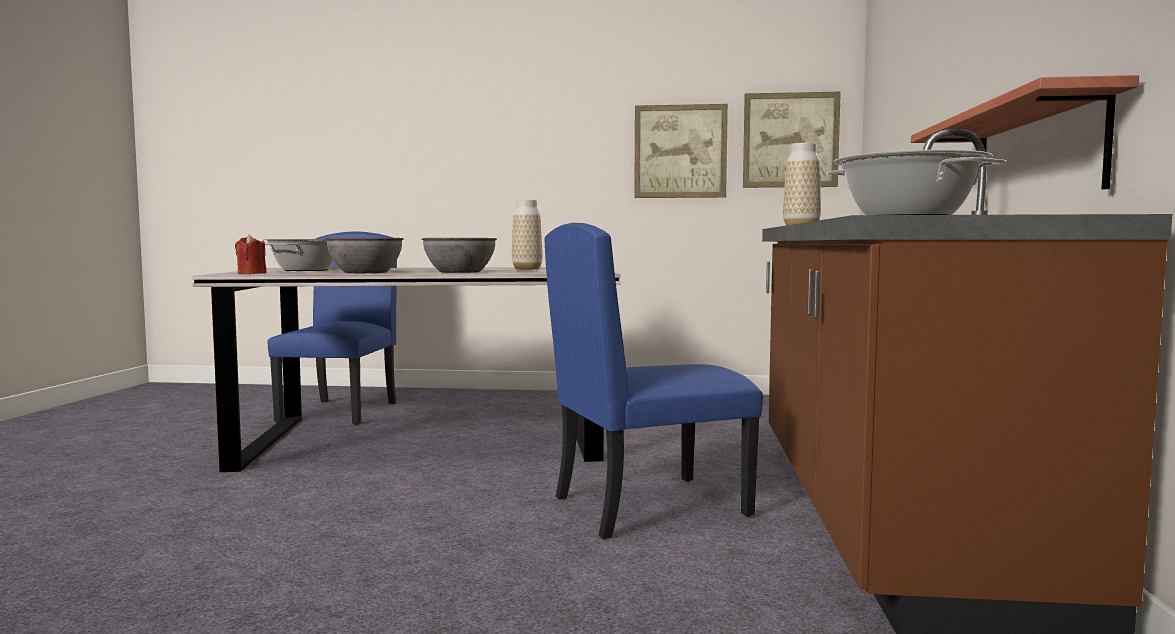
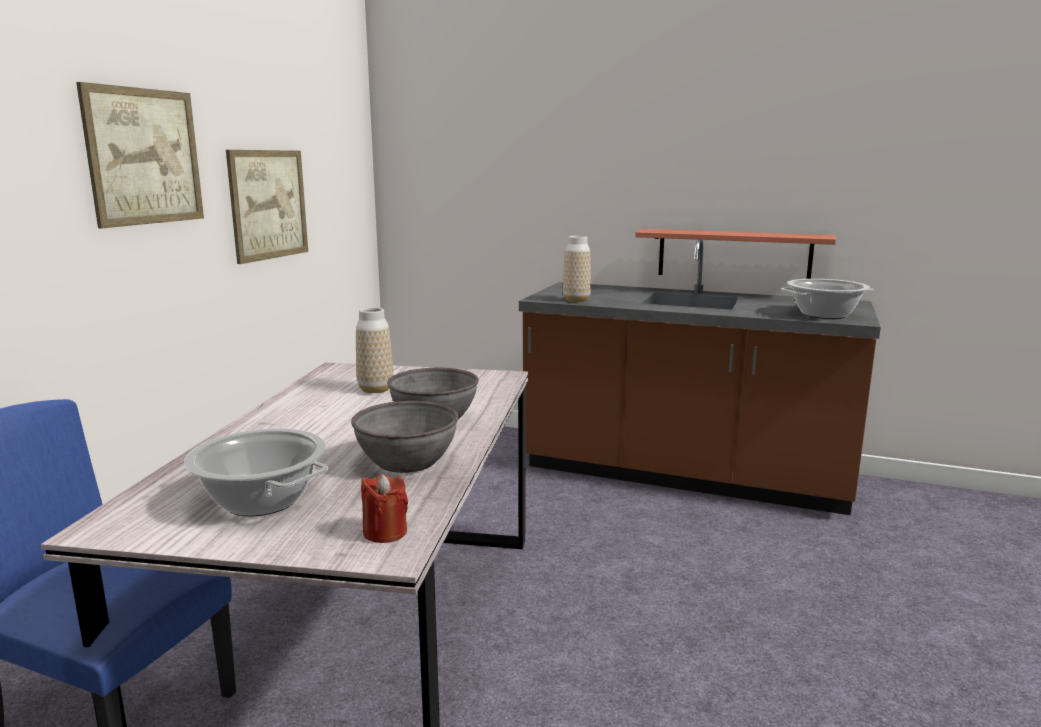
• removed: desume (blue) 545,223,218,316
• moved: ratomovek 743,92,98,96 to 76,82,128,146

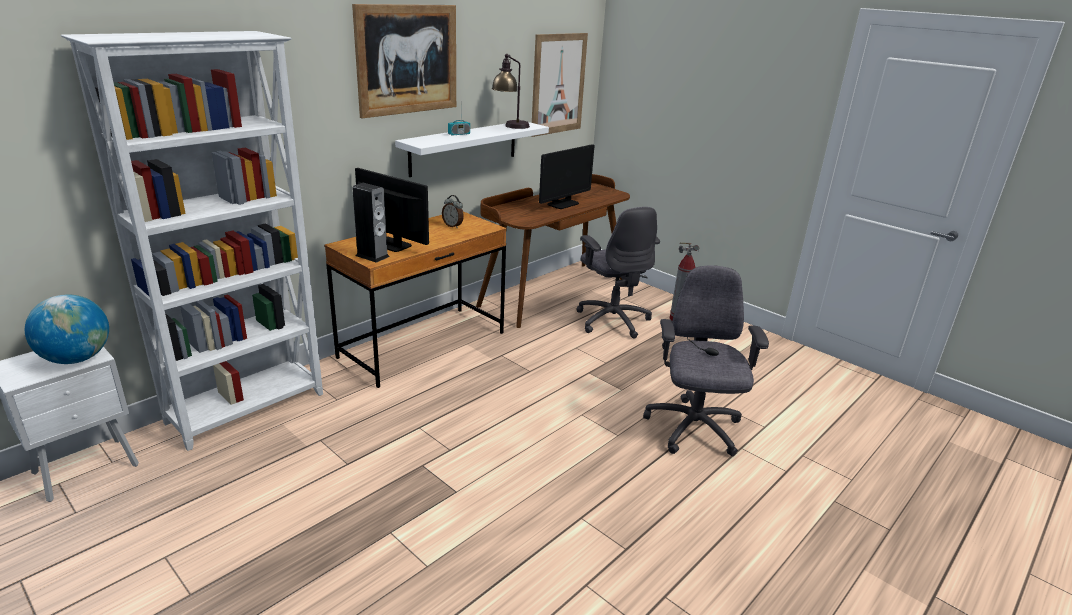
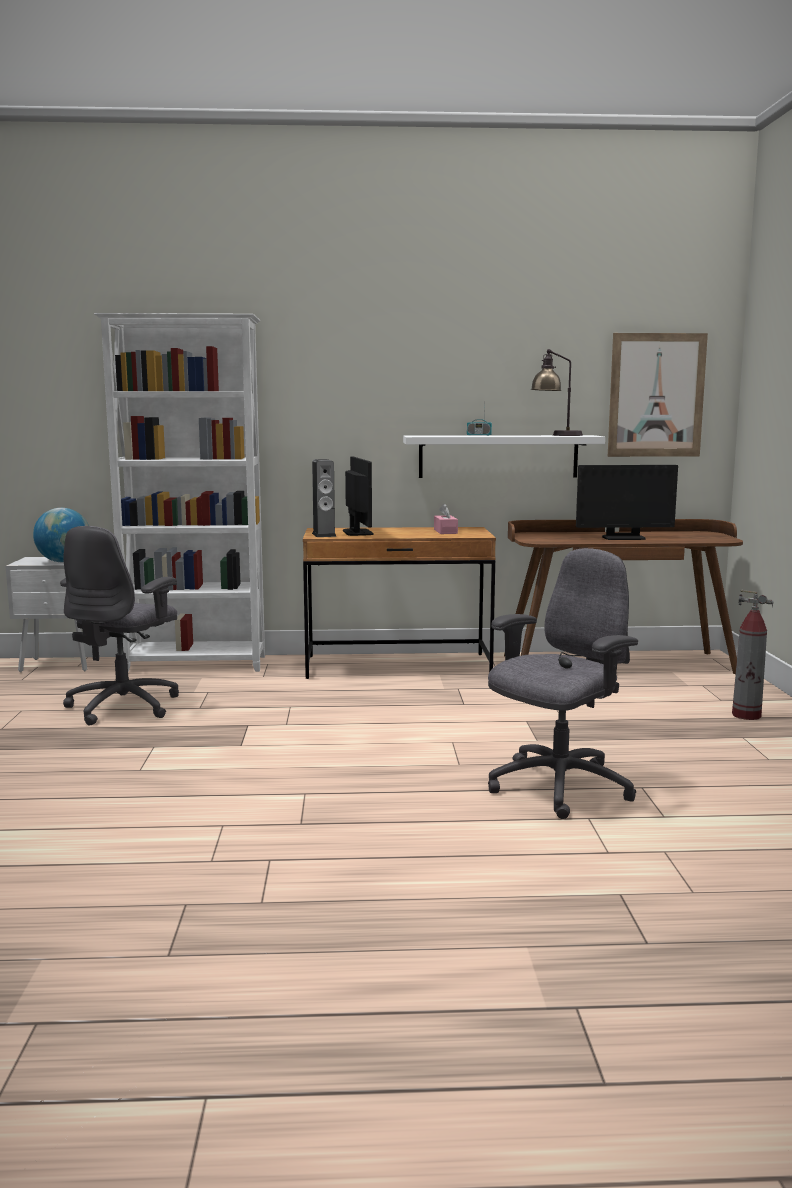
• removed: ratomovek 352,4,104,114
• moved: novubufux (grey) 576,207,84,131 to 60,526,119,200
• replaced: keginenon 442,195,22,33 to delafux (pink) 434,503,24,31

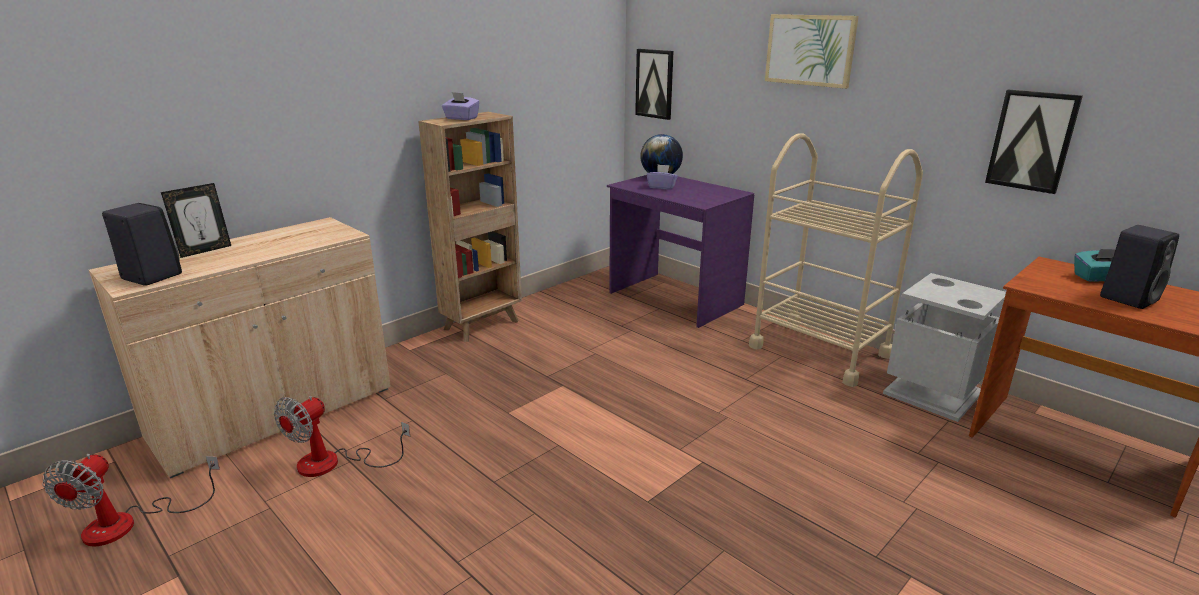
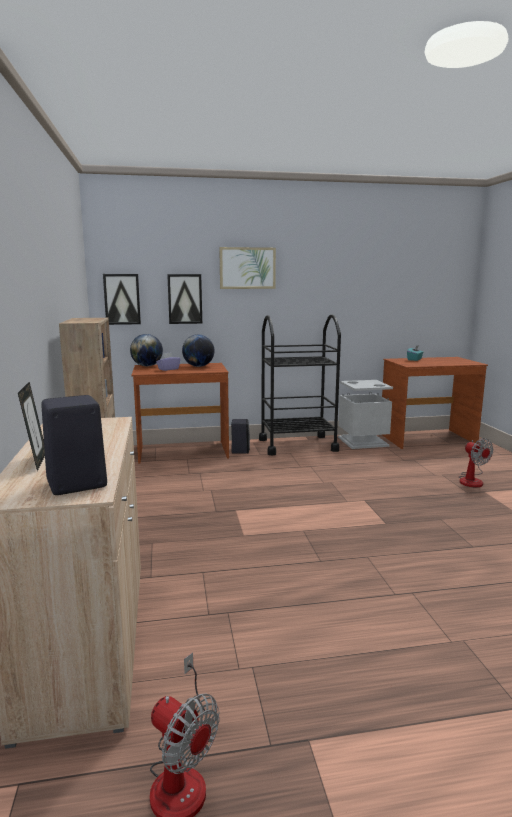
• removed: delafux (purple) 442,92,38,28
• added: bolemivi 182,334,33,33
• moved: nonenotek 274,396,136,81 to 459,438,35,49
• moved: ratomovek 985,89,98,105 to 167,274,35,50
• moved: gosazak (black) 1100,225,79,84 to 231,419,19,35
• recoloured: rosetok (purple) 607,175,147,153 to rosetok (brown) 132,363,97,101
• recoloured: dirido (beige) 749,133,174,254 to dirido (black) 259,314,82,141

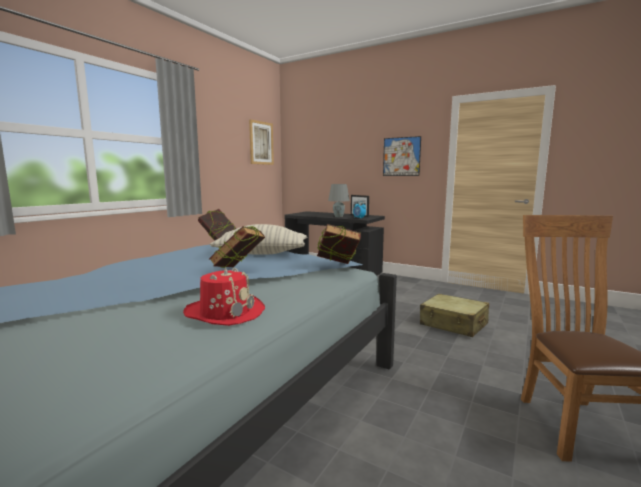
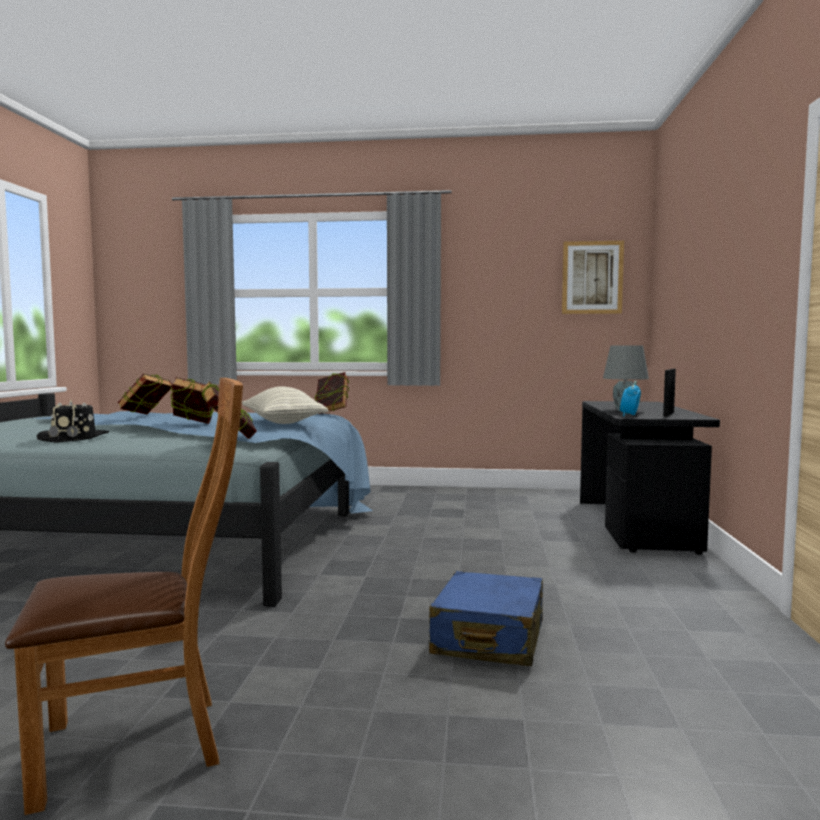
• removed: ratomovek 383,136,38,40
• added: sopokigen 118,373,54,41
• recoloured: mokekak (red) 183,267,82,59 to mokekak (black) 37,399,72,44
• recoloured: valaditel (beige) 420,294,69,43 to valaditel (blue) 429,571,114,95

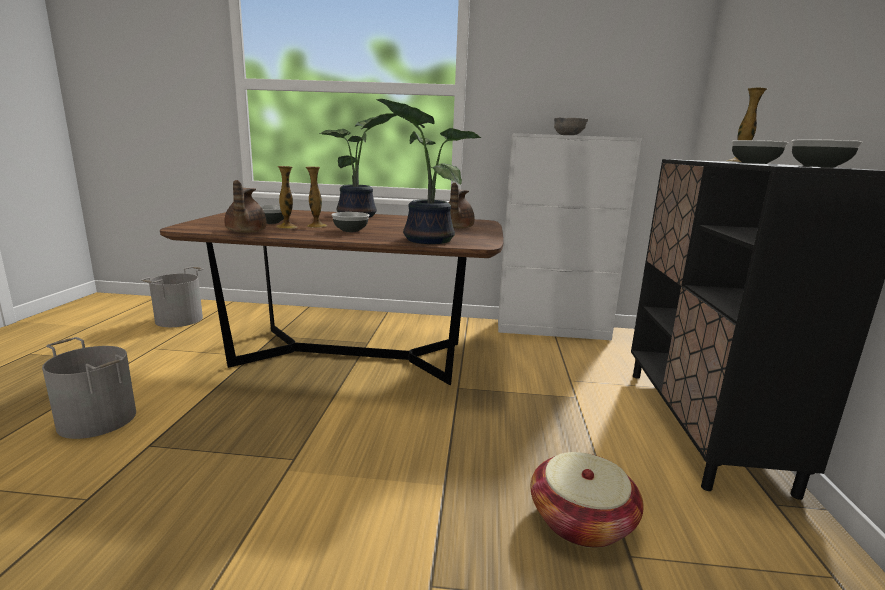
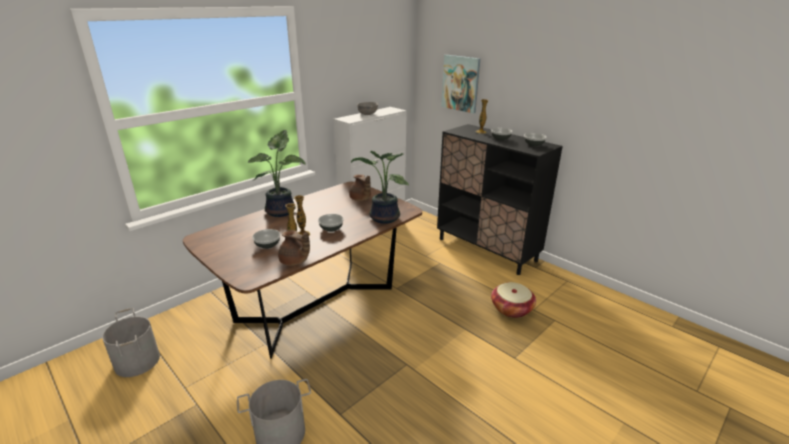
• added: ratomovek 441,55,39,59

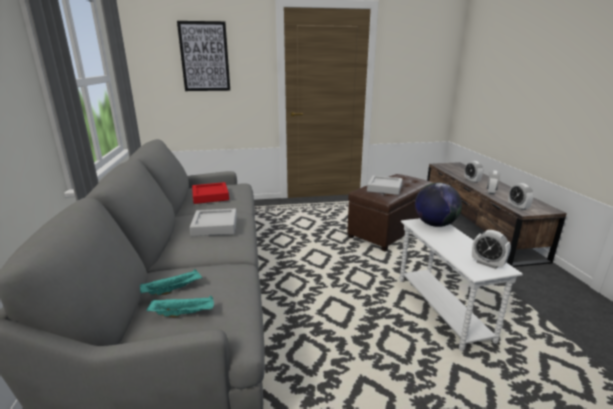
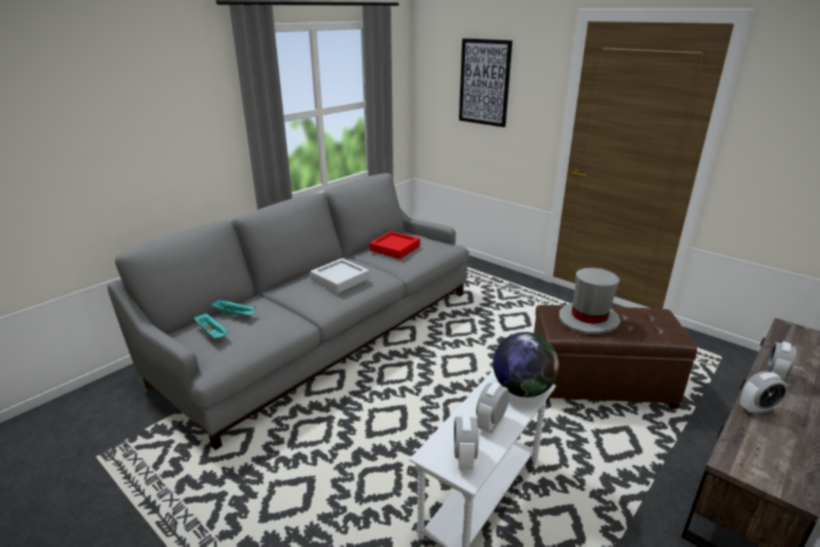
• moved: keginenon 508,183,25,27 to 476,382,33,51
• replaced: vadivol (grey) 367,176,36,19 to mokekak (grey) 559,268,62,66

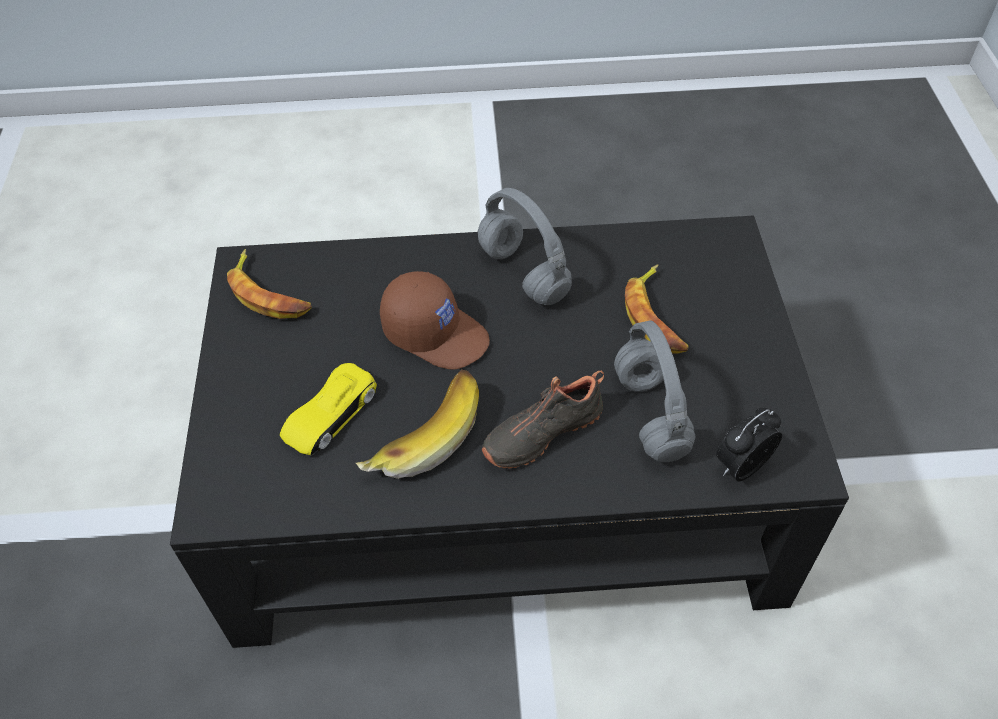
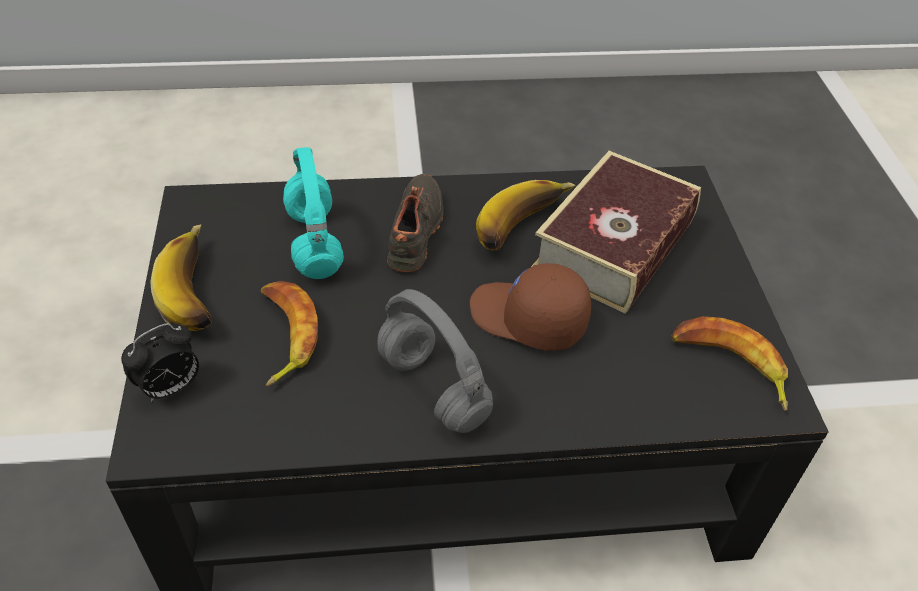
• added: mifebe 151,224,61,107
• moved: keginenon 716,407,66,74 to 121,323,78,79
• replaced: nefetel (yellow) 280,363,97,92 to sopokigen 531,151,170,163
• recoloured: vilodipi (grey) 614,320,82,142 to vilodipi (turquoise) 283,147,61,132
• turned: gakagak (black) 481,371,123,97 = 387,174,56,98 45 degrees counterclockwise

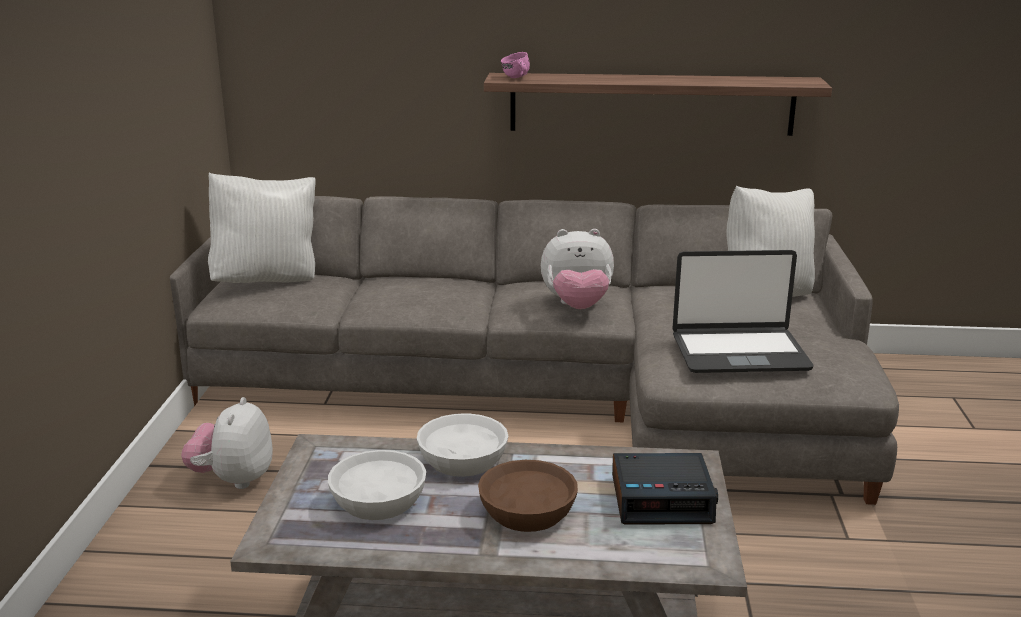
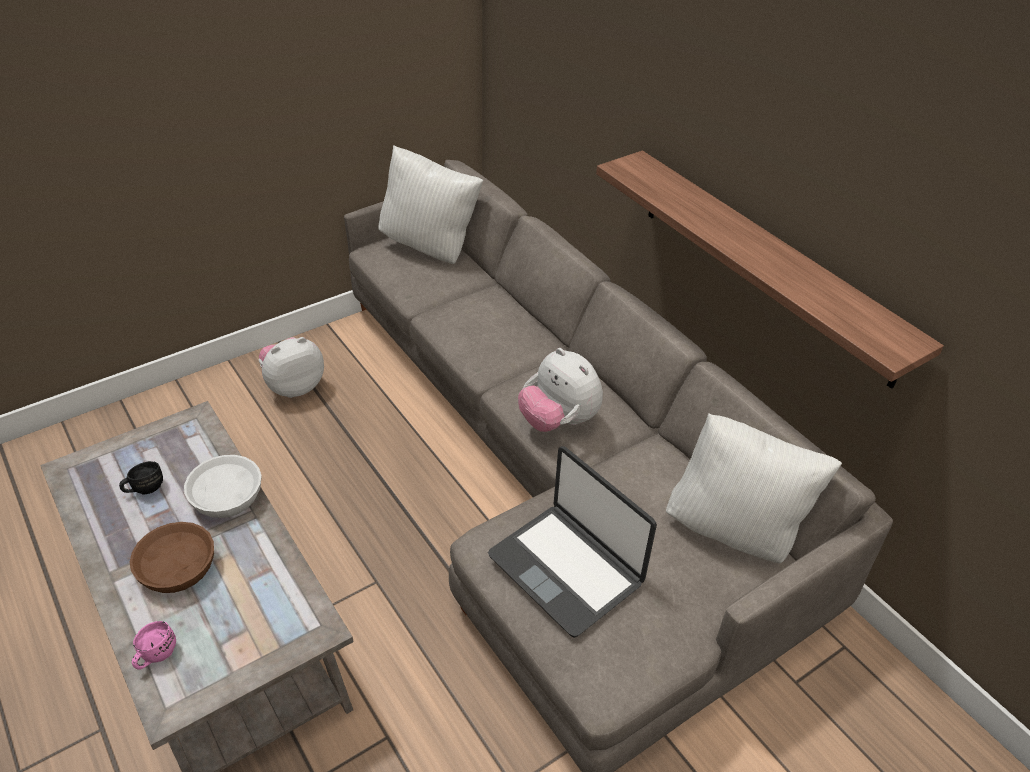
• removed: keginenon 612,453,106,72
• moved: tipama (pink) 501,52,29,26 to 132,621,44,48
• replaced: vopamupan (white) 328,450,98,70 to tipama (black) 119,461,44,33

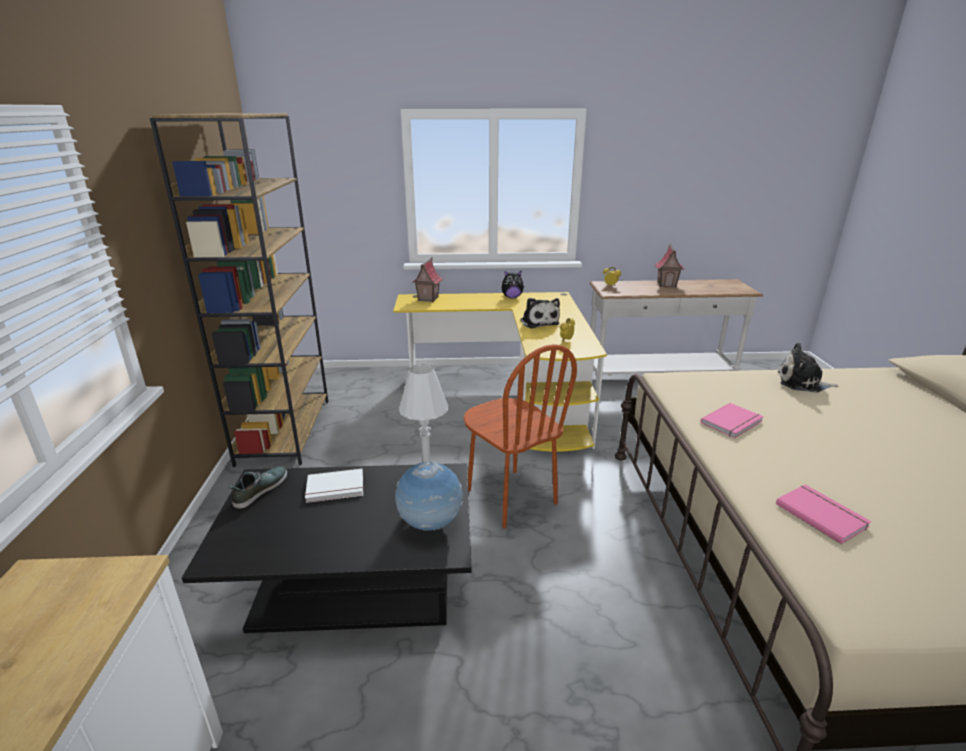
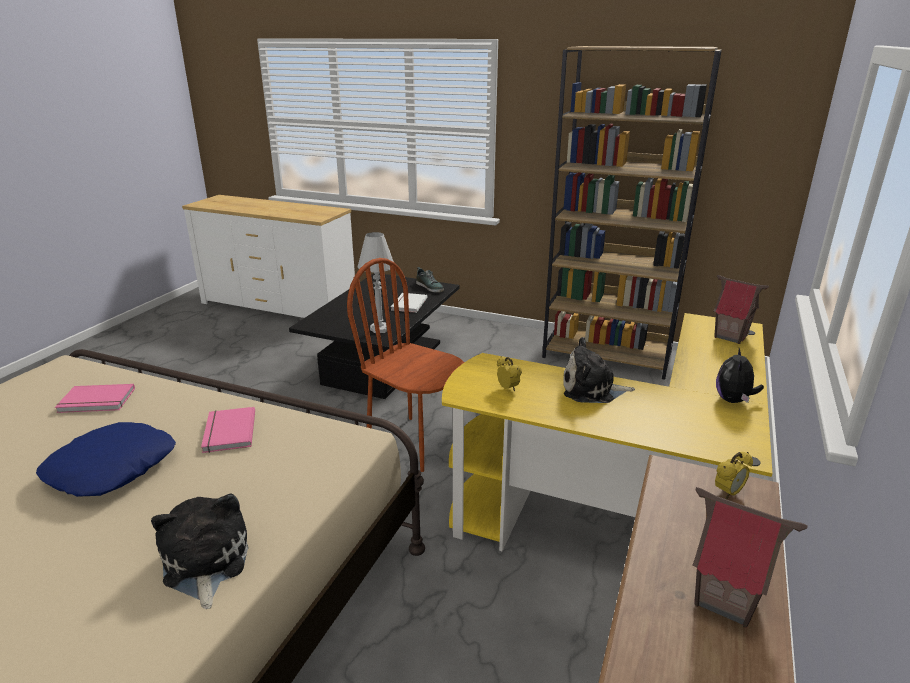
• removed: bolemivi 395,461,68,69
• added: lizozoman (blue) 36,422,140,75
• turned: desume (brown) 464,344,113,184 = 347,258,117,214 45 degrees clockwise
• turned: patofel 778,343,60,50 = 151,493,98,116 60 degrees counterclockwise

